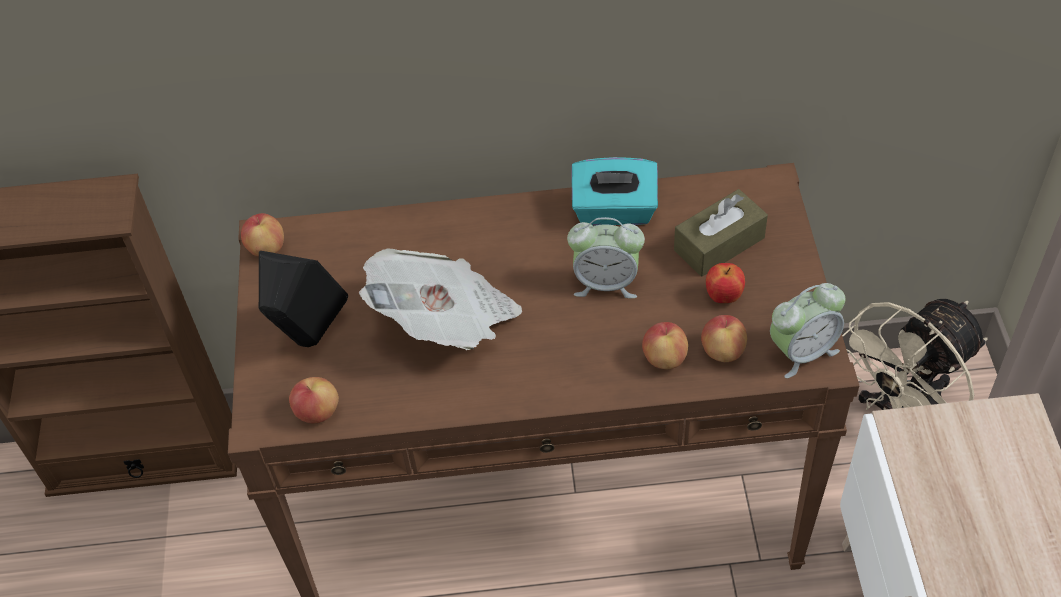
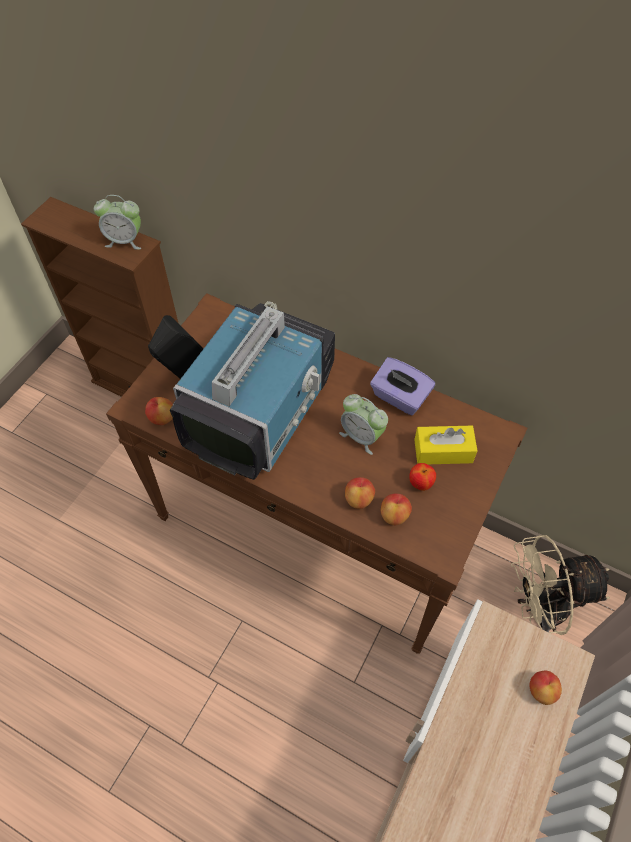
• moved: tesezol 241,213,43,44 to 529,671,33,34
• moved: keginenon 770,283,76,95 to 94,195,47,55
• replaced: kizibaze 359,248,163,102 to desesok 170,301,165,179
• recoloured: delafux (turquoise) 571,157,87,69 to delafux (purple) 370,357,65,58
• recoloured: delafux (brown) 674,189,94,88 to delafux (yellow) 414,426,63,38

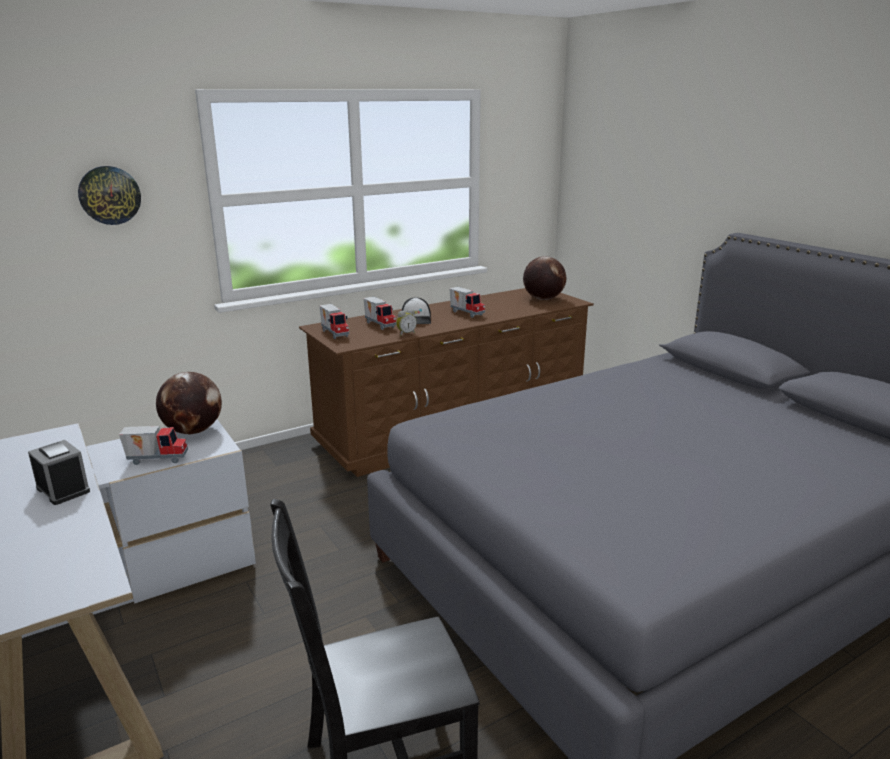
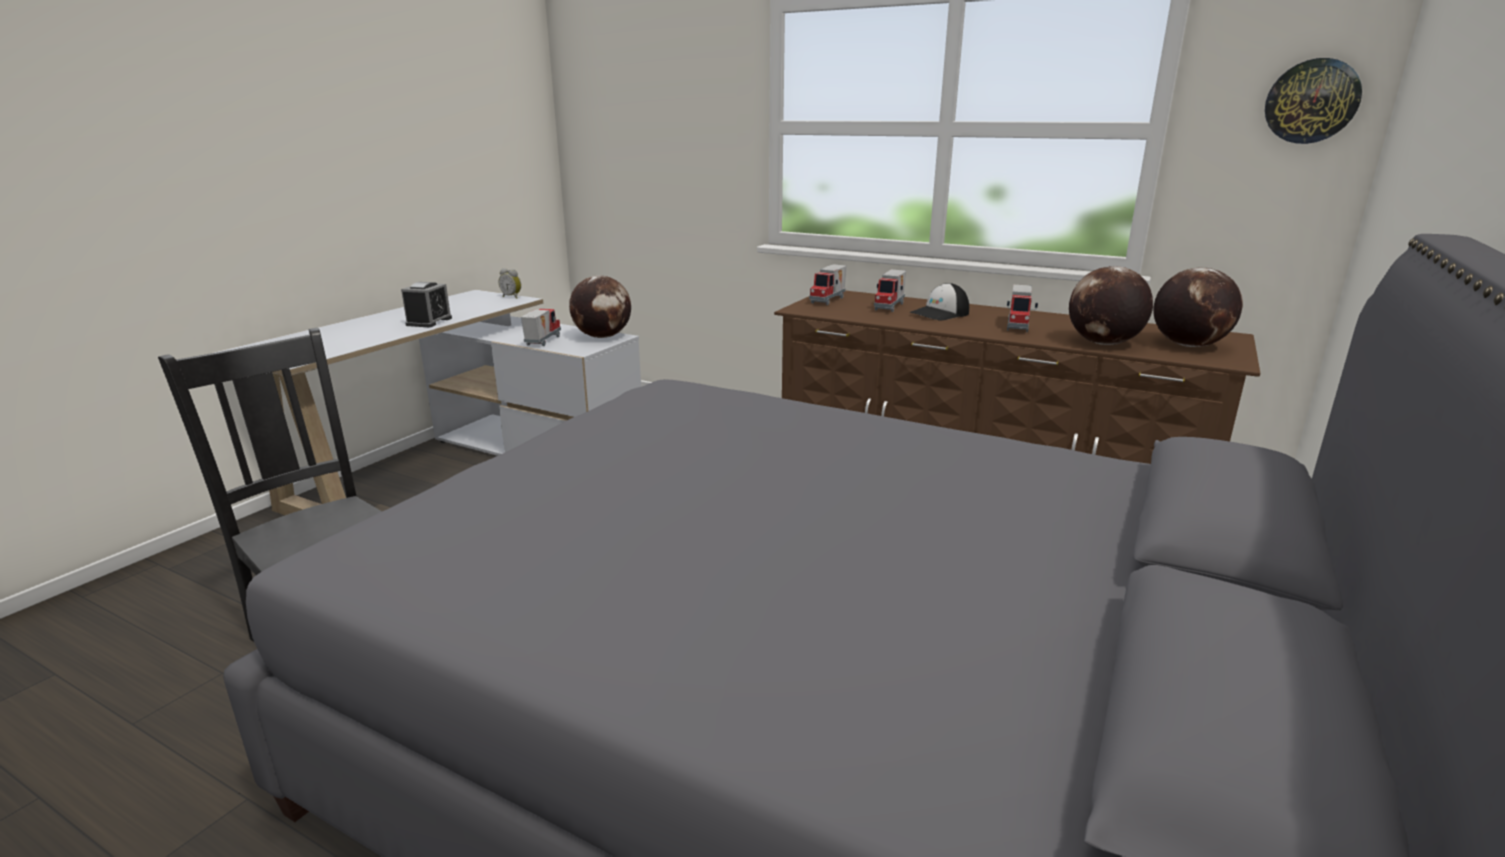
• added: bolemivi 1069,266,84,79
• moved: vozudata 78,166,63,59 to 1265,58,97,86
• moved: keginenon 396,309,21,27 to 499,268,22,31
• turned: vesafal 119,426,69,39 = 521,309,40,37 135 degrees counterclockwise

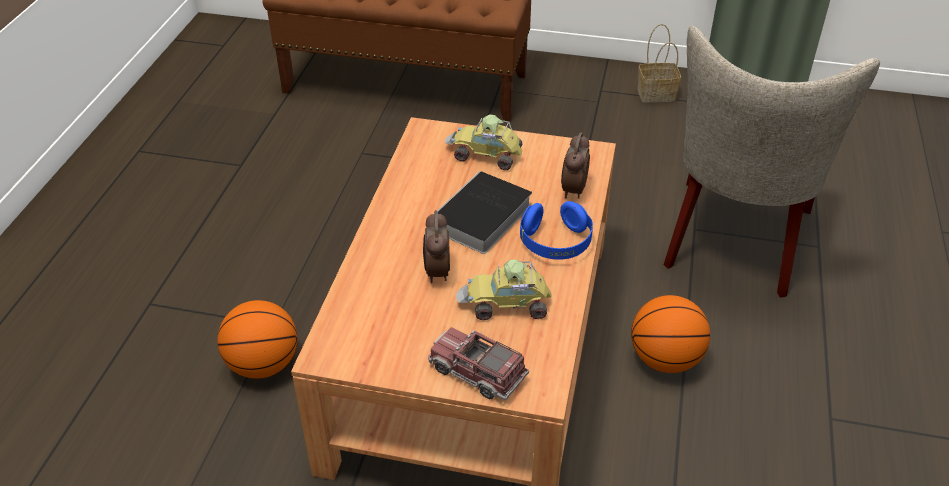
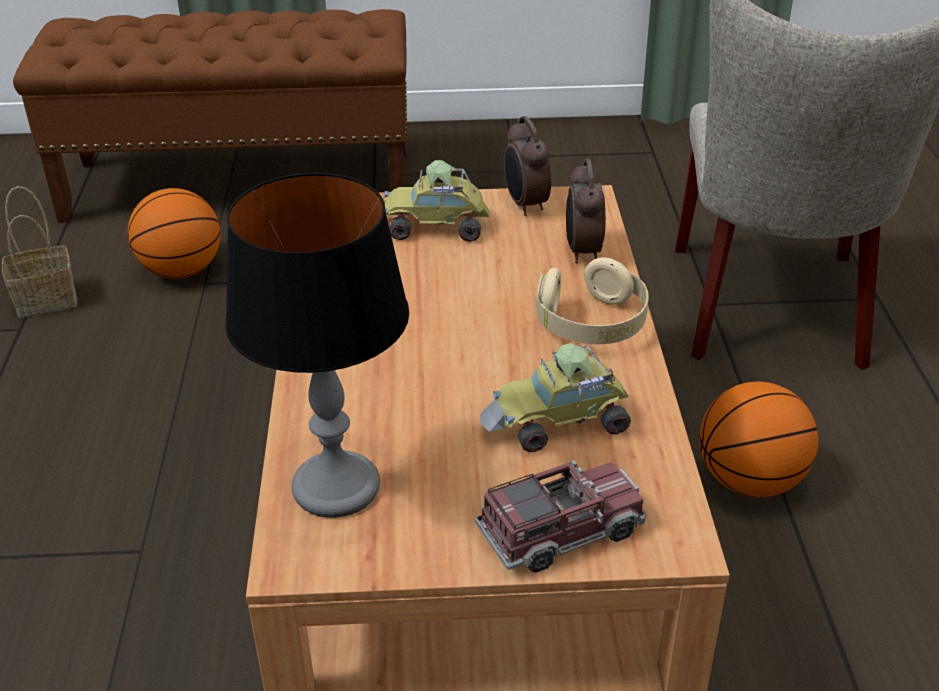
• removed: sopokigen 437,171,95,83
• added: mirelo 225,173,184,345
• moved: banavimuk 217,300,80,79 to 128,188,93,91
• moved: keginenon 423,210,27,73 to 504,116,47,100
• moved: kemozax 637,24,44,79 to 2,186,75,132
• recoloured: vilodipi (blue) 520,201,73,59 to vilodipi (beige) 536,257,113,87
• turned: vesafal 428,327,101,73 = 474,460,173,113 135 degrees clockwise

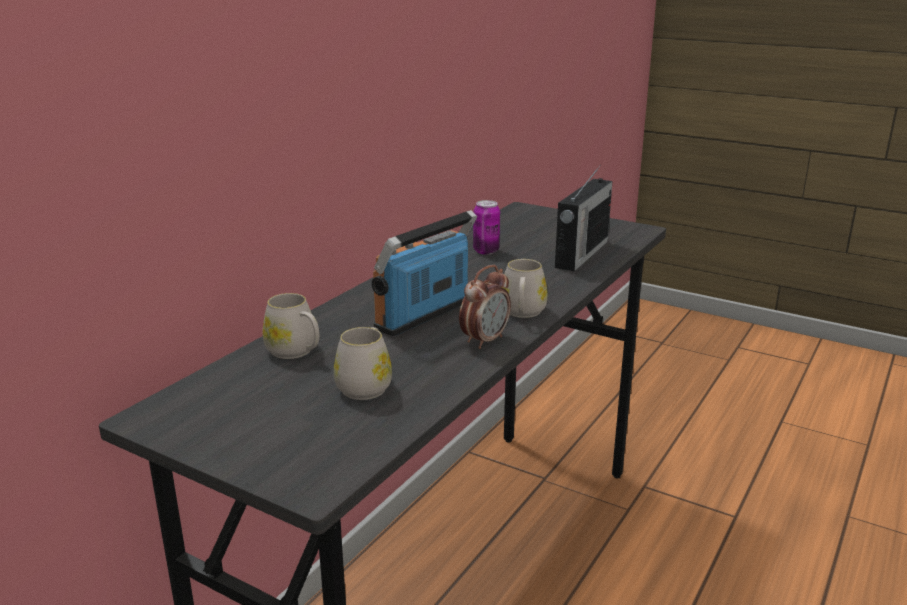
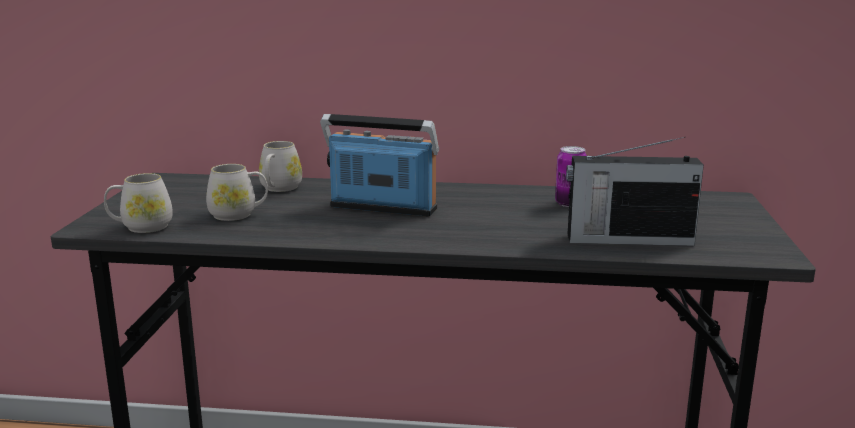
• removed: keginenon 459,265,52,84
• moved: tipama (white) 502,259,46,59 to 104,173,69,60

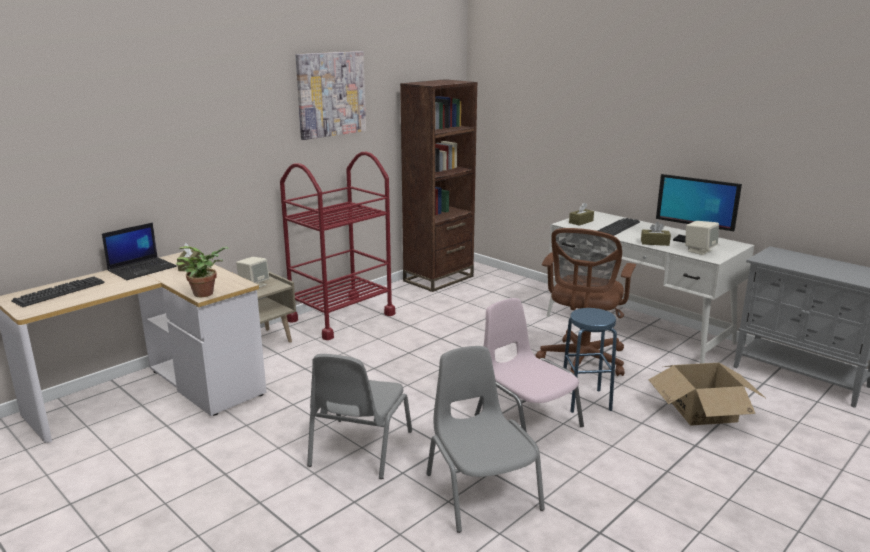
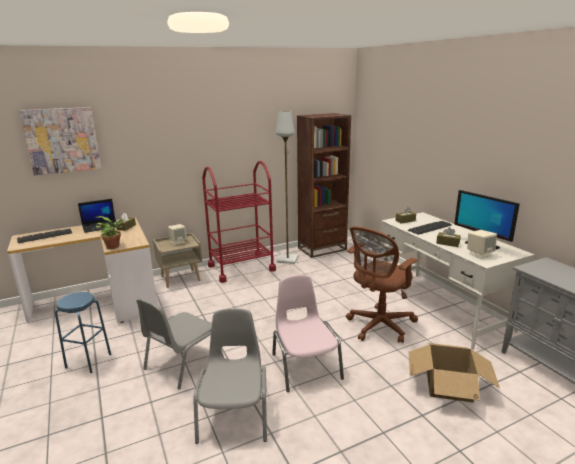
• added: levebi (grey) 276,111,22,153
• moved: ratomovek 296,51,70,89 to 19,107,82,68
• moved: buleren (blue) 563,308,54,105 to 55,292,56,81

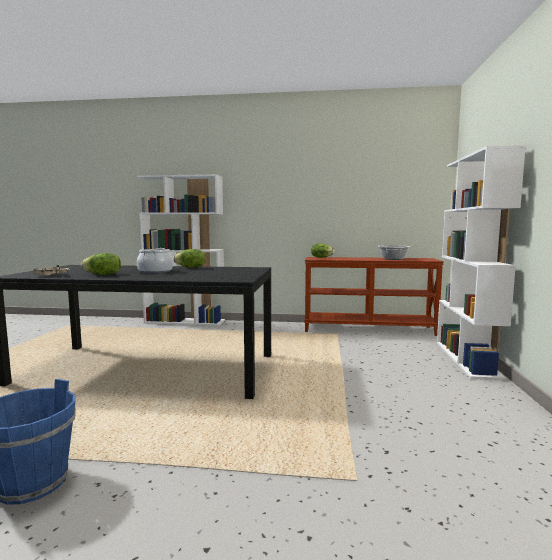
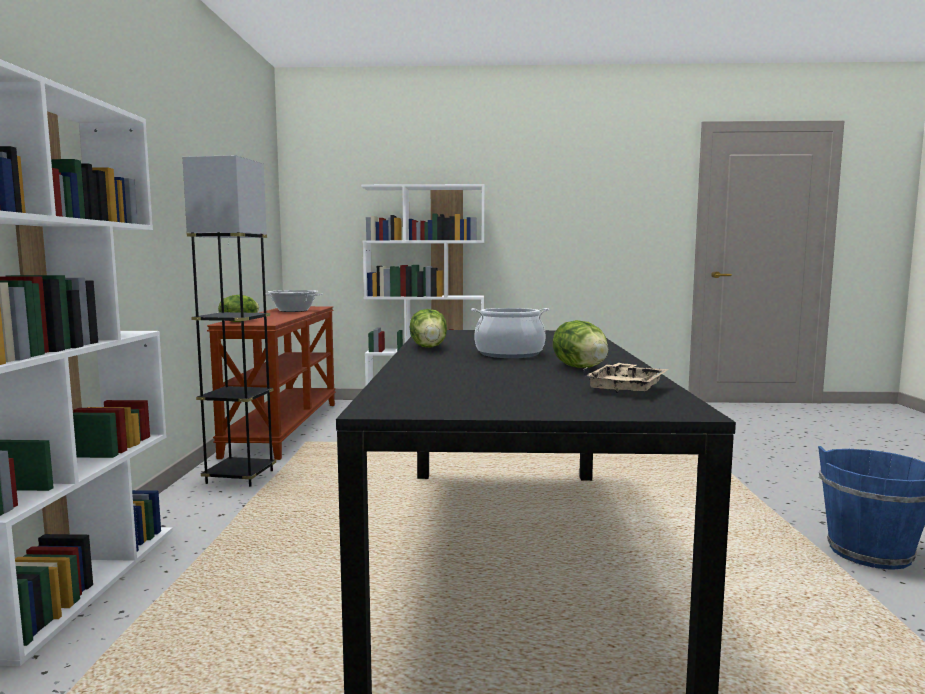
• added: levebi (grey) 183,155,93,332

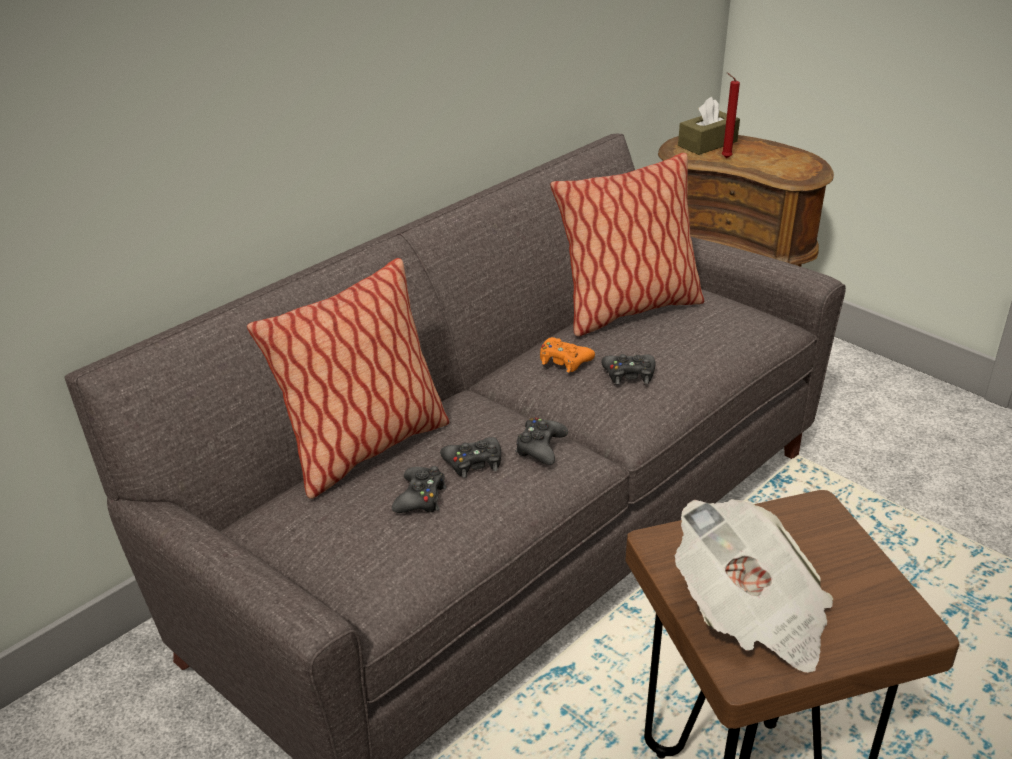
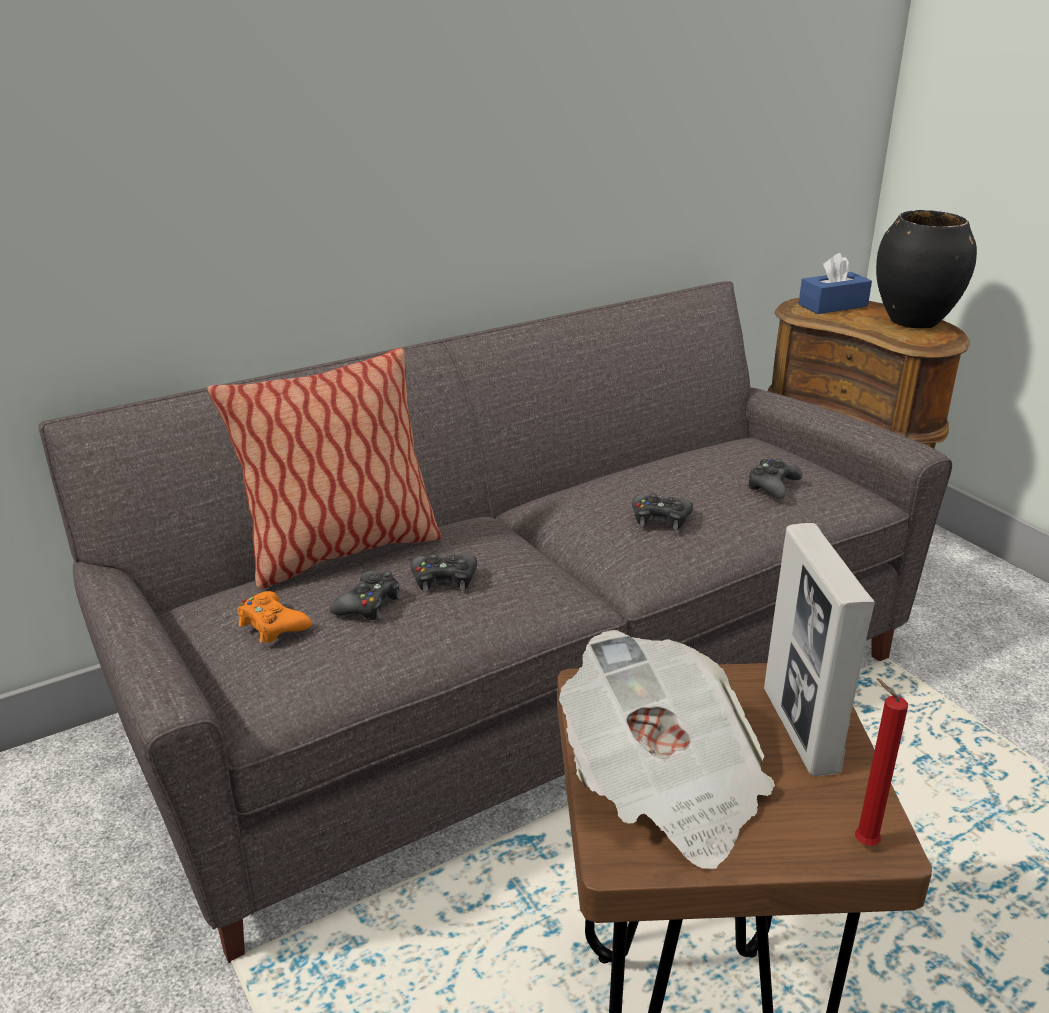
• removed: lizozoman 550,153,154,184
• added: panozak 764,523,111,253
• added: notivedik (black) 876,210,101,118
• moved: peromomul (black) 515,418,53,47 to 747,458,56,41
• moved: peromomul (orange) 540,337,55,36 to 237,591,75,52
• moved: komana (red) 722,73,18,85 to 855,678,53,168
• recoloured: delafux (brown) 678,97,62,58 to delafux (blue) 799,253,73,61

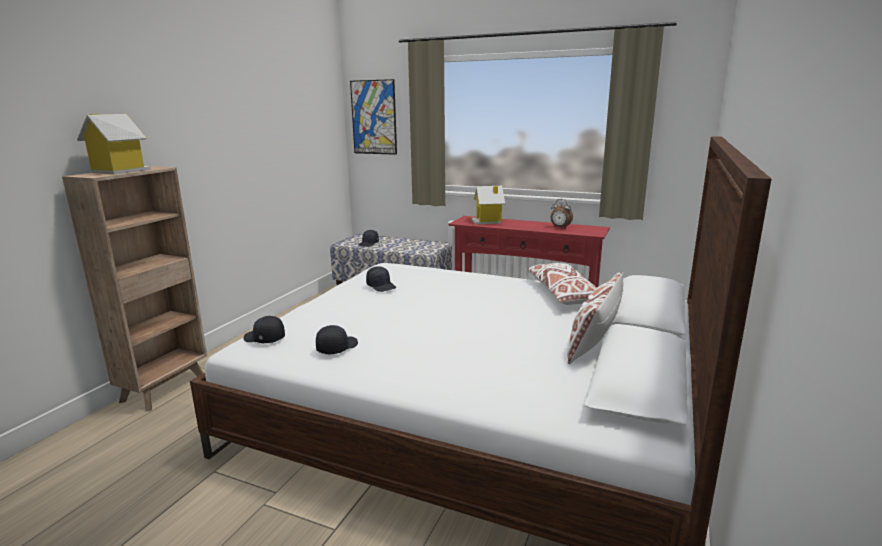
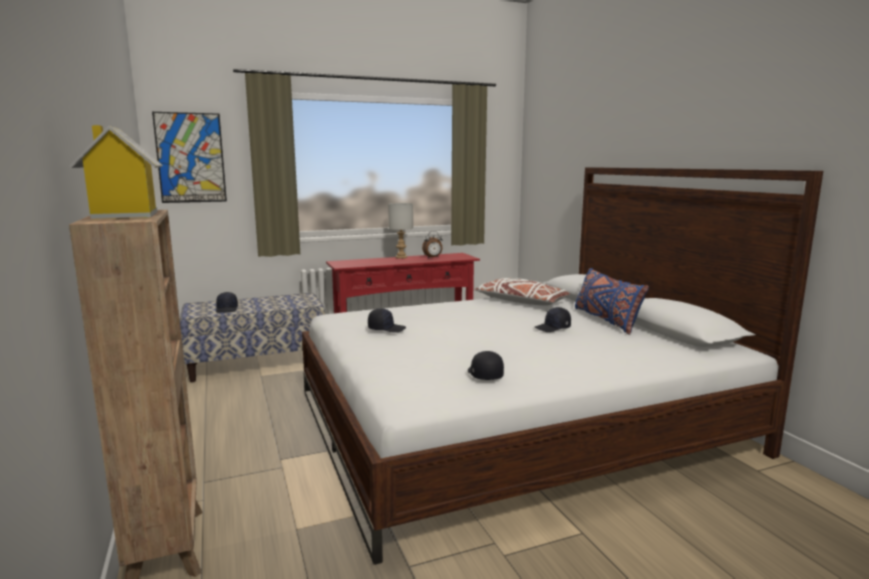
• removed: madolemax 472,186,33,38
• added: mirelo (grey) 388,203,25,56
• moved: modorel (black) 244,316,41,27 to 535,307,36,25
• recoloured: lizozoman (white) 567,272,56,92 to lizozoman (blue) 575,268,74,67

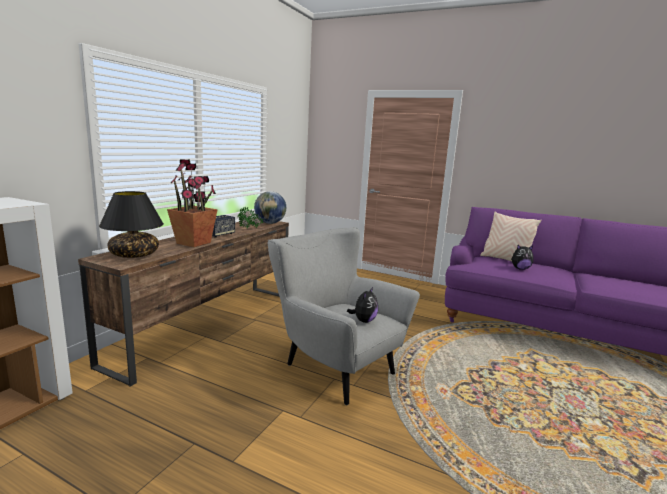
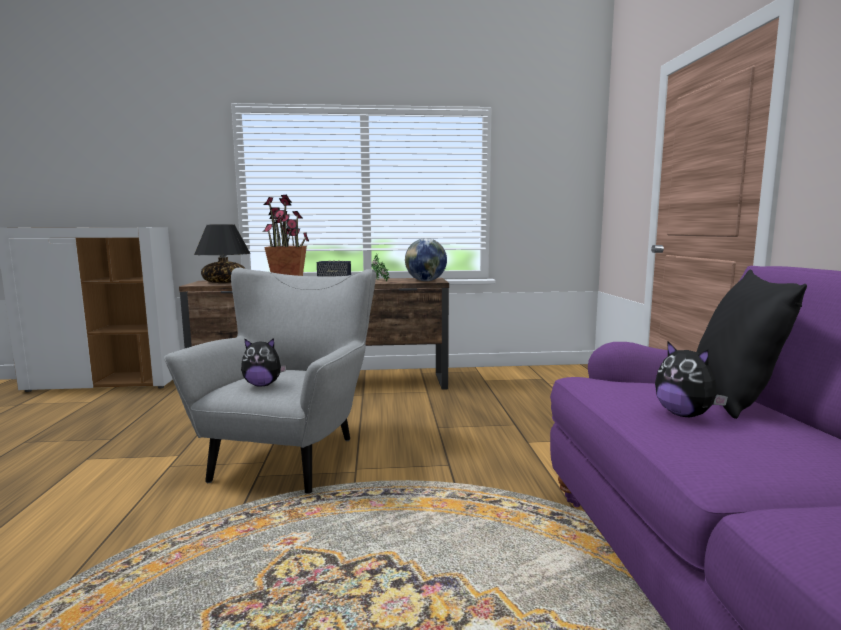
• recoloured: lizozoman (beige) 480,211,62,50 to lizozoman (black) 697,269,110,150

